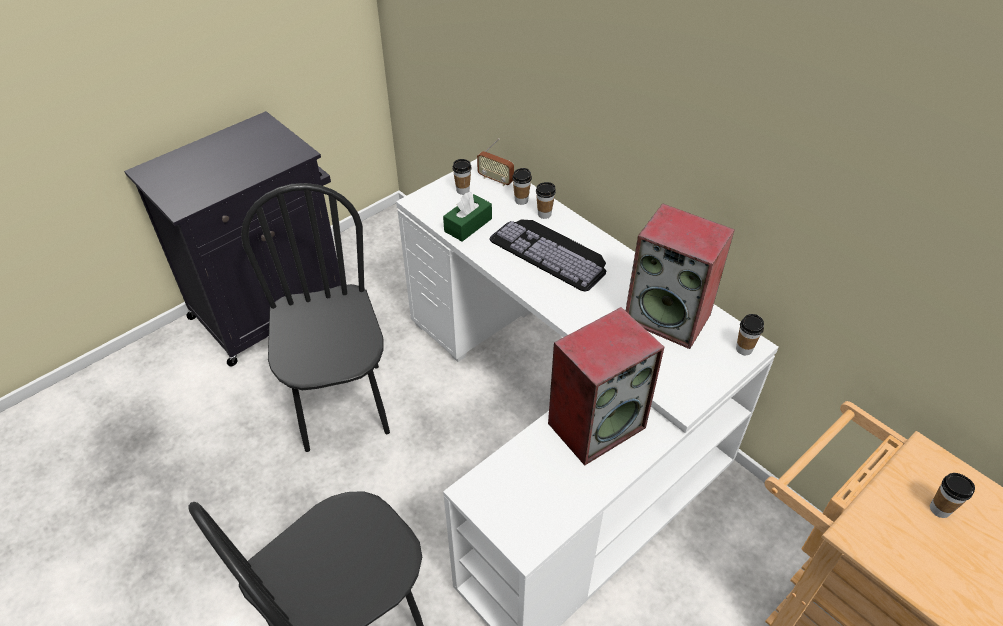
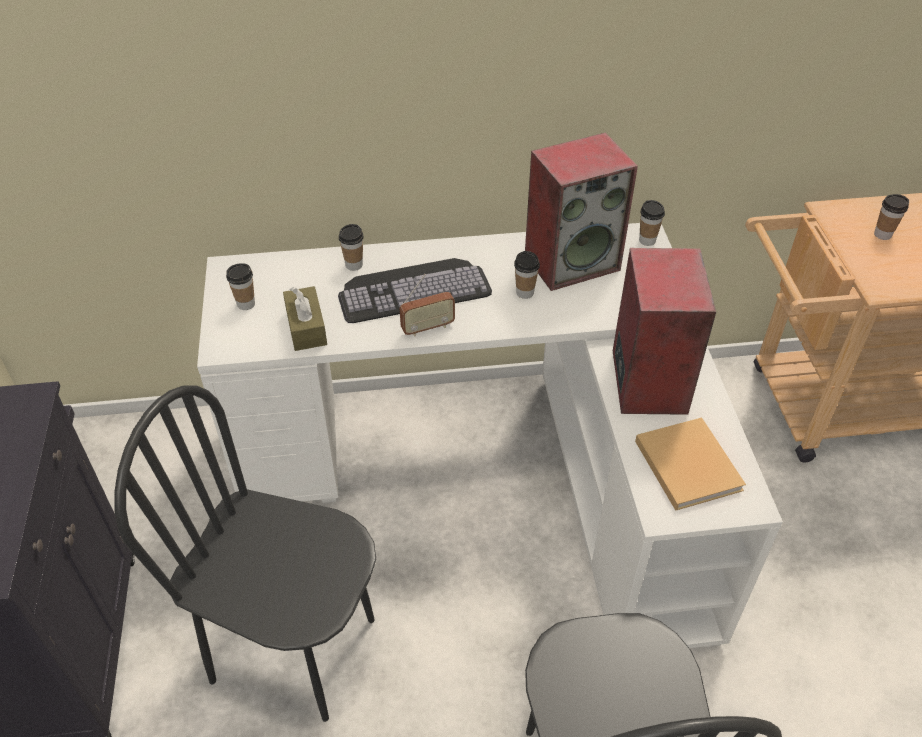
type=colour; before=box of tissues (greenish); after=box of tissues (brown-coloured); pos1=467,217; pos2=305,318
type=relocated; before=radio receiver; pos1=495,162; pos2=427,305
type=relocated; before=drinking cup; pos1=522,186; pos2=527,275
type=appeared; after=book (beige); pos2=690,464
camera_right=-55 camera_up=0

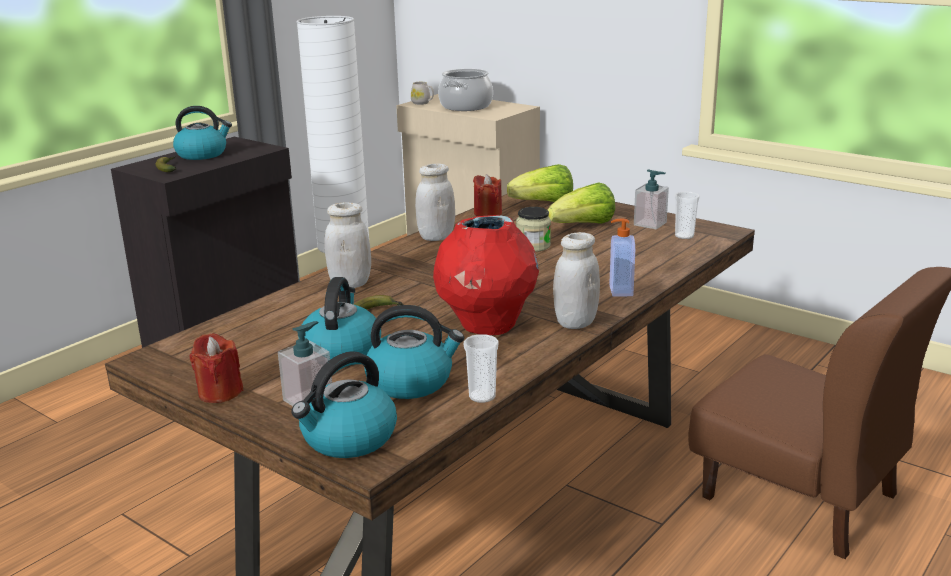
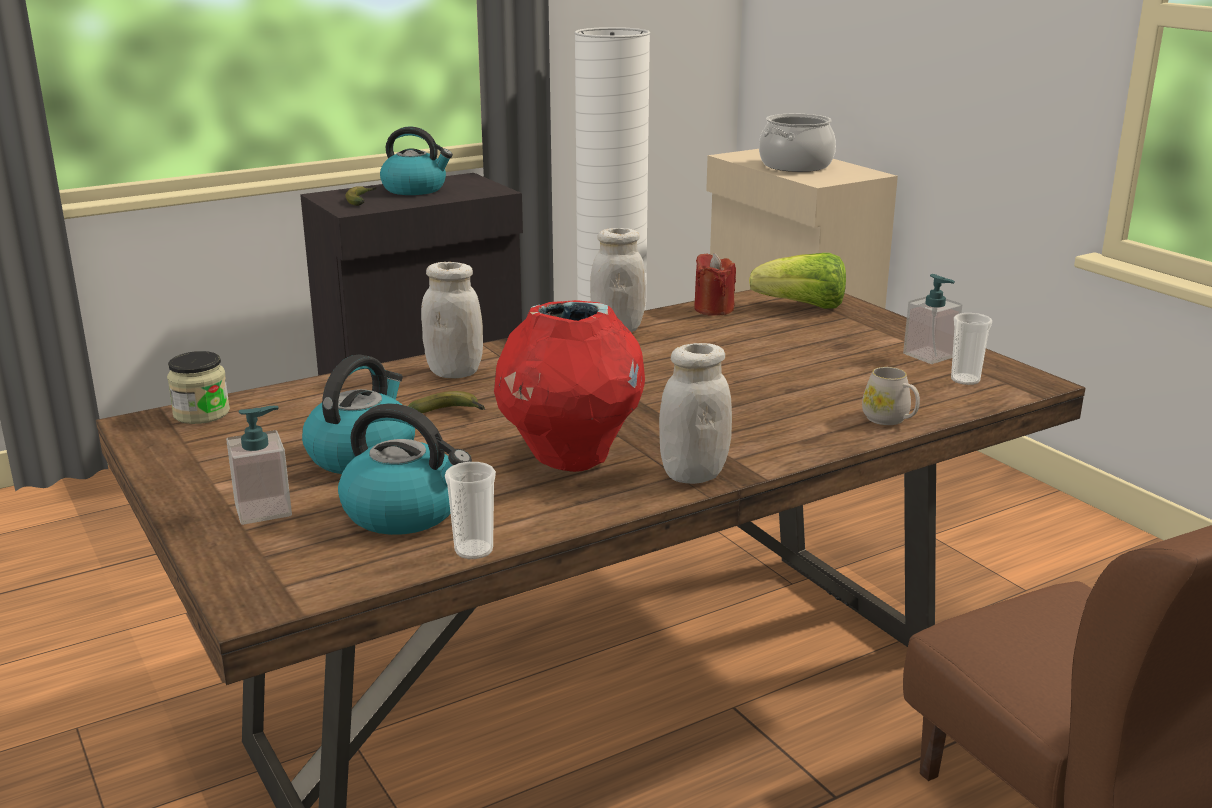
type=missing; before=candle (reddish); pos1=216,368
type=missing; before=tea kettle; pos1=344,404
type=relocated; before=mug (whitish); pos1=422,93; pos2=891,396
type=relocated; before=preserve jar; pos1=533,229; pos2=198,387
type=missing; before=head of lettuce; pos1=581,203
type=missing; before=soap dispenser; pos1=622,257
camera_right=20 camera_up=0

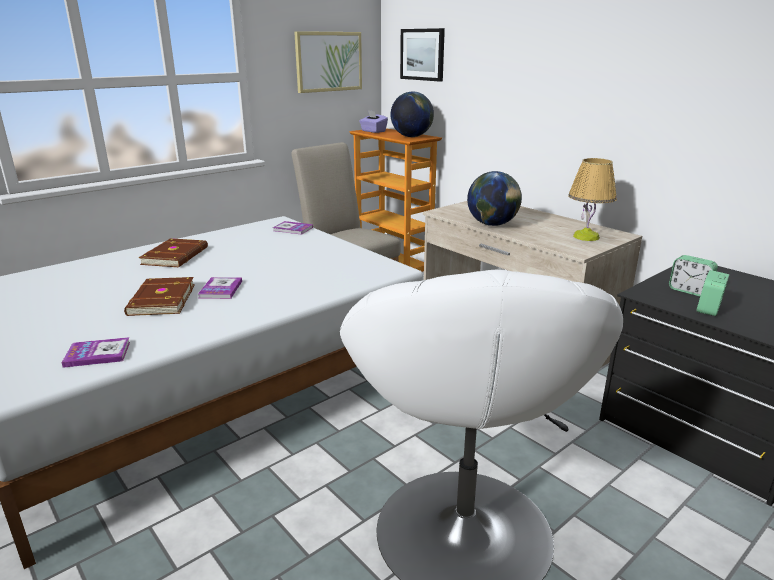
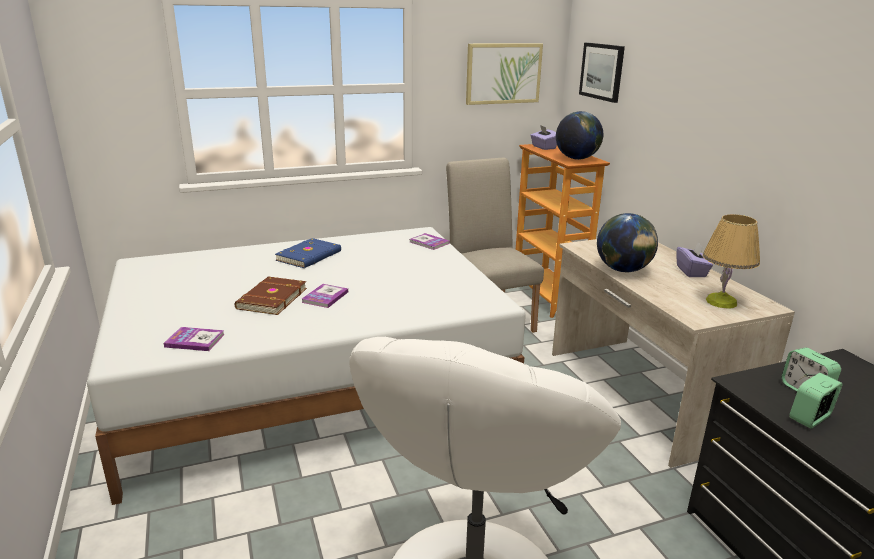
type=colour; before=book (brown-coloured); after=book (blue-coloured); pos1=173,252; pos2=308,253
type=appeared; after=box of tissues (purplish); pos2=694,259
camera_right=20 camera_up=0

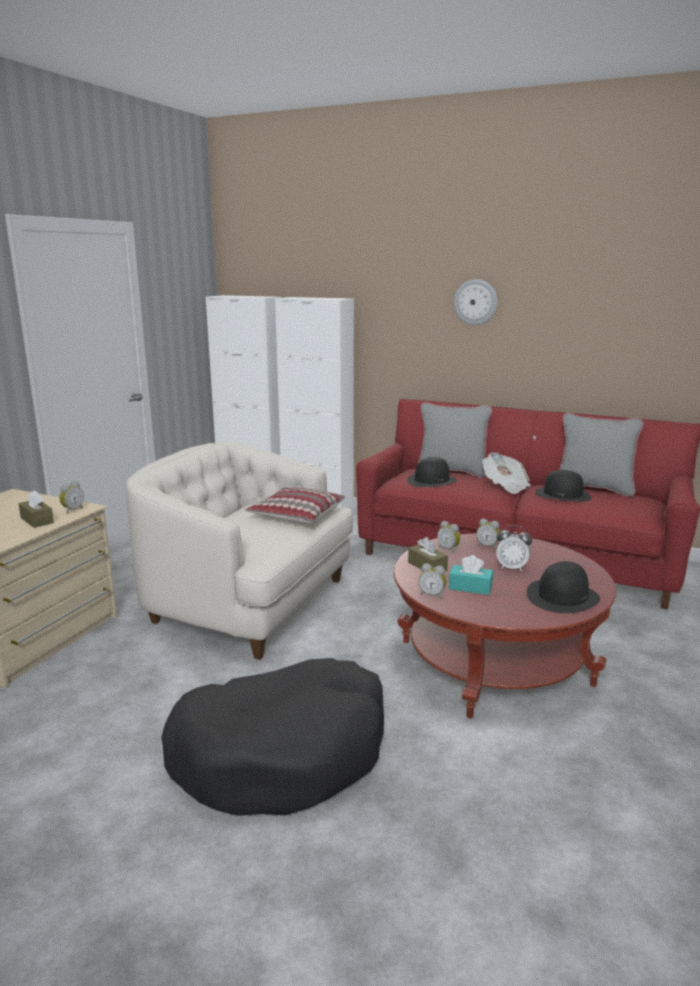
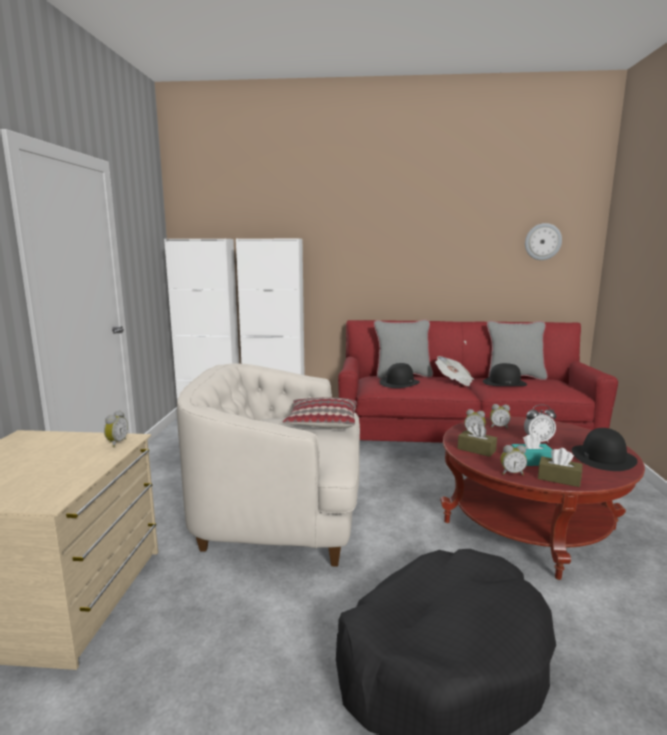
type=relocated; before=box of tissues (brown-coloured); pos1=36,509; pos2=560,467
type=relocated; before=wall clock; pos1=475,302; pos2=543,241
camera_right=-20 camera_up=-5

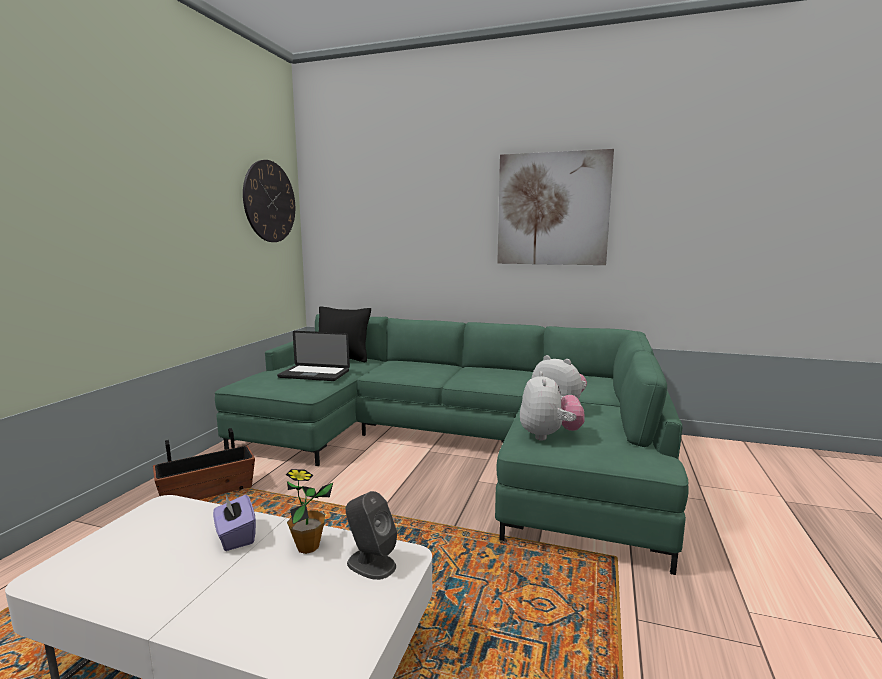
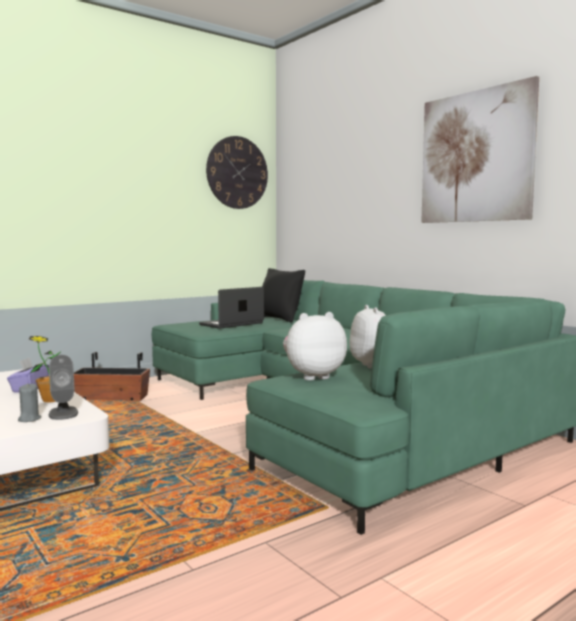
type=spun; before=laptop; pos1=313,356; pos2=231,308; turn=90
type=spun; before=cuddly toy; pos1=552,406; pos2=315,346; turn=-150
type=appeared; after=candle (gray); pos2=29,402
camera_right=35 camera_up=-5

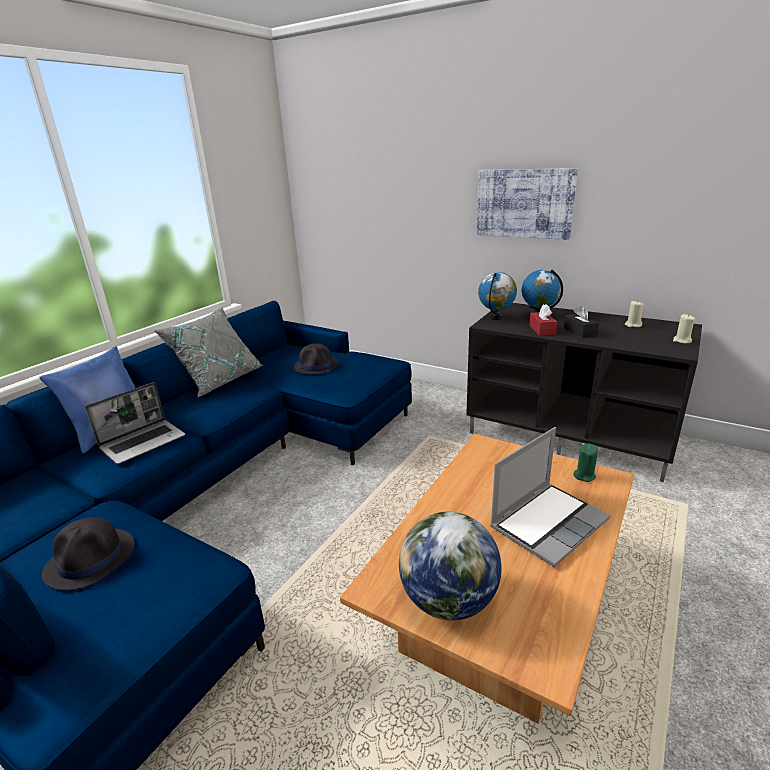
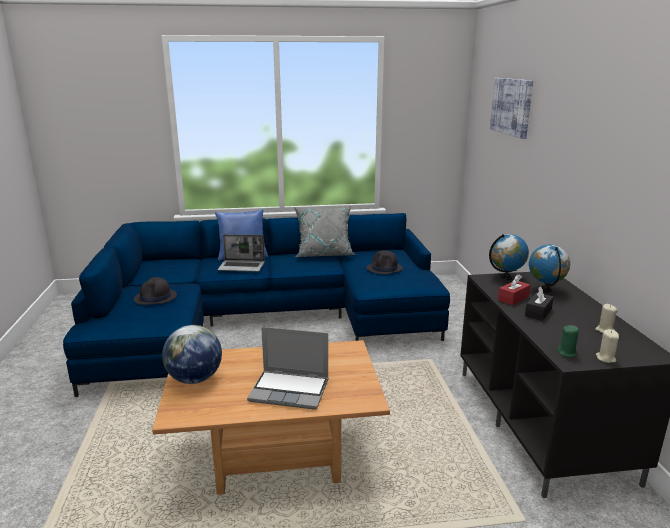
type=relocated; before=wall picture; pos1=527,204; pos2=511,108
type=relocated; before=candle (greenish); pos1=585,462; pos2=568,341
camera_right=50 camera_up=-5

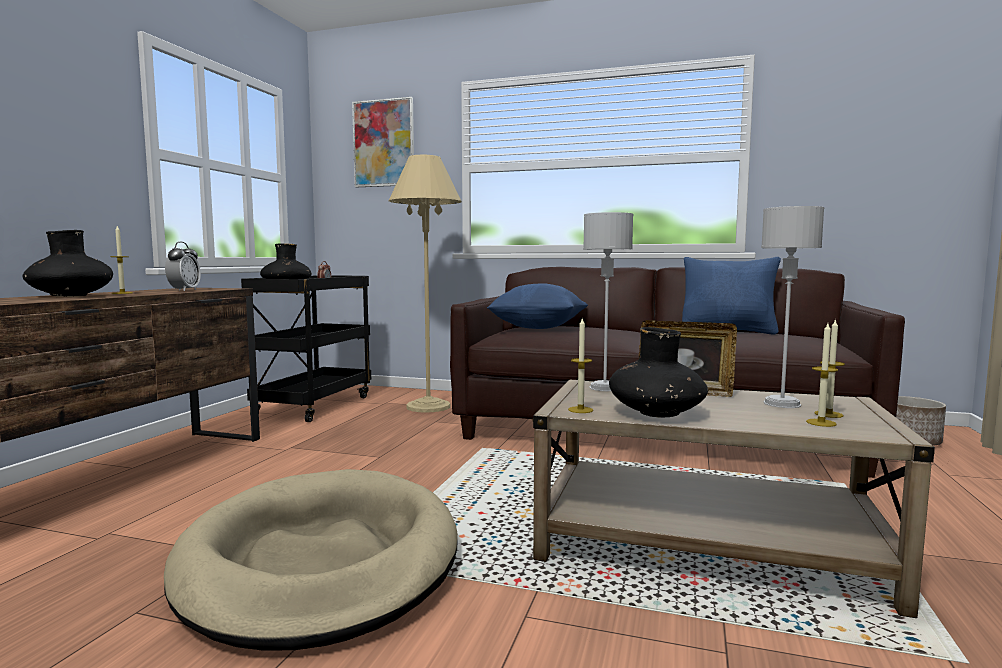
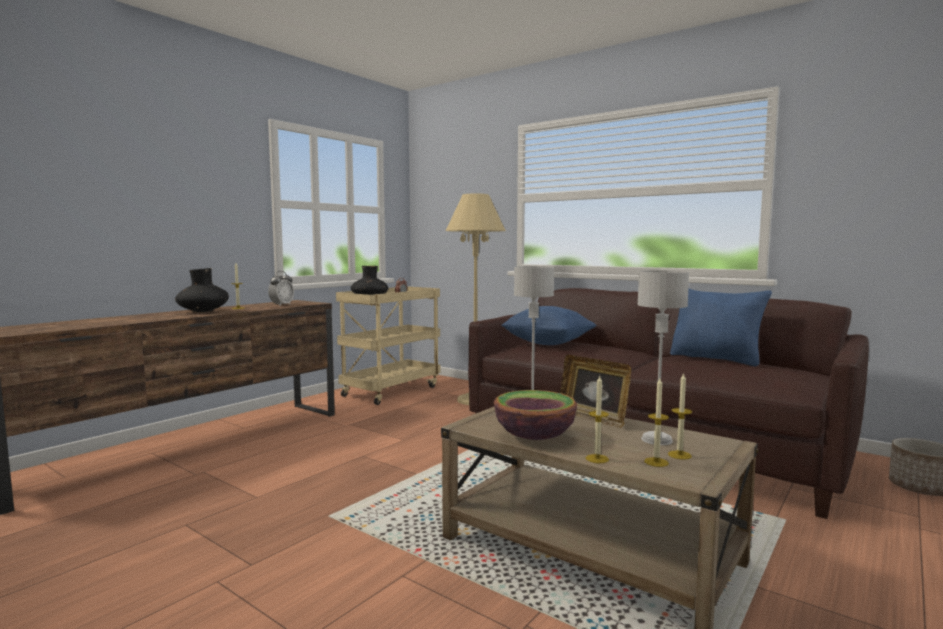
type=missing; before=dog cushion (beige); pos1=311,560
type=colour; before=trolley (blackish); after=trolley (beige); pos1=306,348; pos2=388,345
type=missing; before=wall picture; pos1=383,142
type=relocated; before=candle; pos1=580,365; pos2=597,419
type=exchanged; before=decorative vase (blackish); after=deep dish; pos1=658,372; pos2=535,415
camera_right=20 camera_up=0

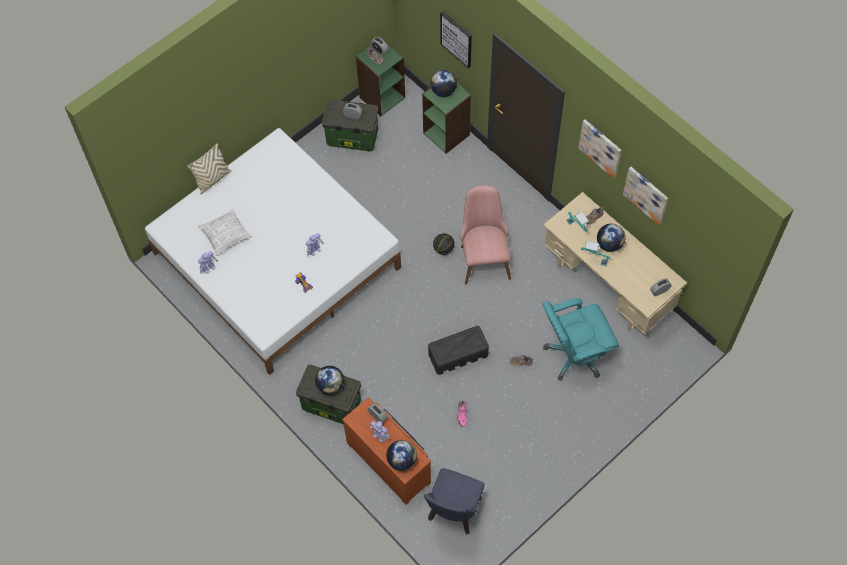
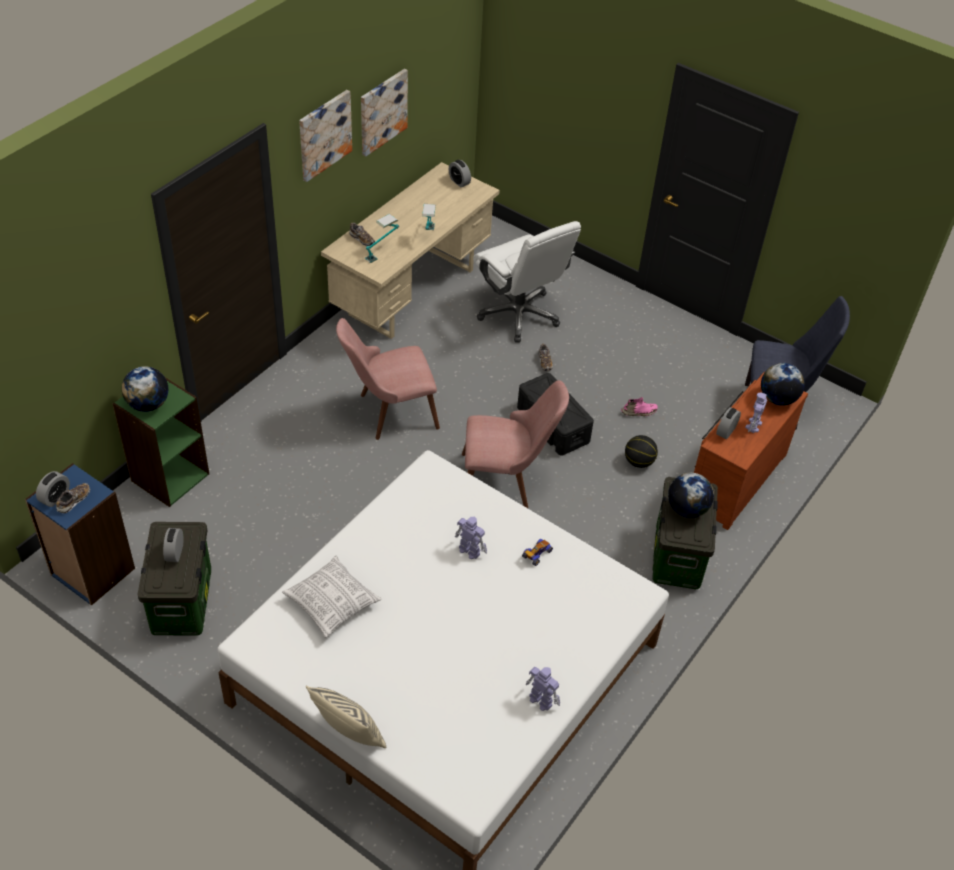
type=relocated; before=pillow; pos1=225,232; pos2=331,597
type=colour; before=bookshelf (greenish); after=bookshelf (blue-coloured); pos1=380,77; pos2=80,534
type=relocated; before=ball for basketball; pos1=444,244; pos2=641,451
type=missing; before=wall picture; pos1=456,39
type=colour; before=office chair (blue-green); after=office chair (whitish); pos1=580,339; pos2=527,282
type=missing; before=globe; pos1=611,237
type=appeared; after=chair (pink-coloured); pos2=515,444
camera_right=-105 camera_up=-15

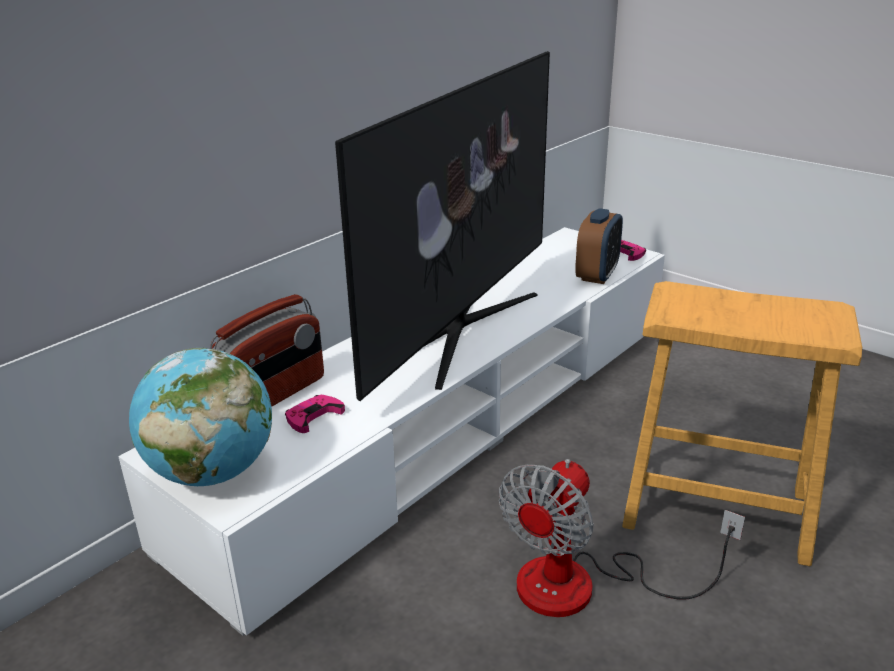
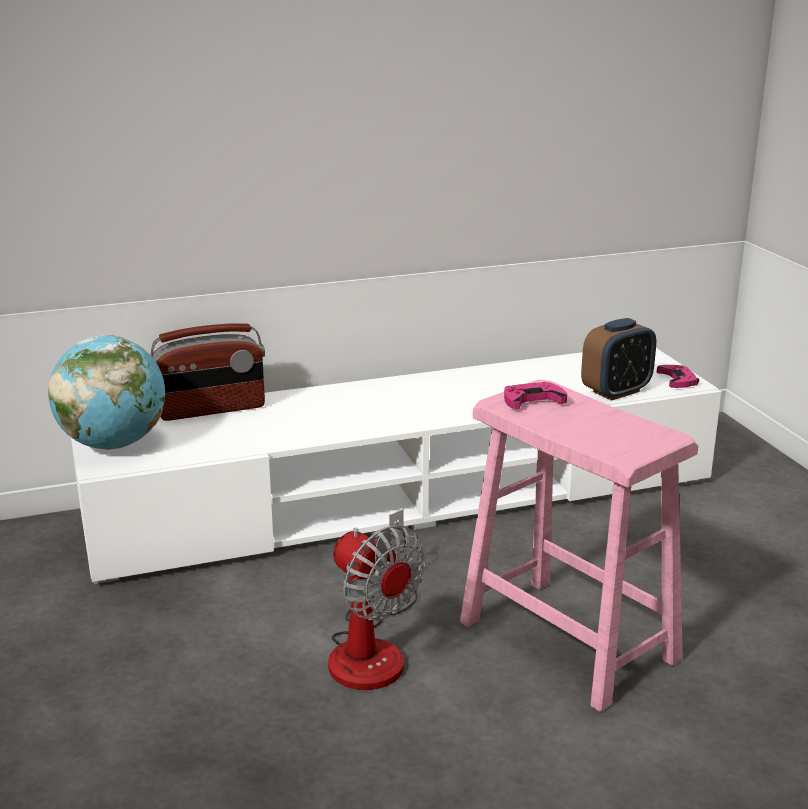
type=relocated; before=joypad (pink-coloured); pos1=315,414; pos2=535,395
type=missing; before=TV; pos1=442,226
type=spun; before=cooling fan; pos1=622,538; pos2=377,599; turn=-105
type=colour; before=stool (brown-coloured); after=stool (pink-coloured); pos1=742,423; pos2=579,546
camera_right=30 camera_up=-5

